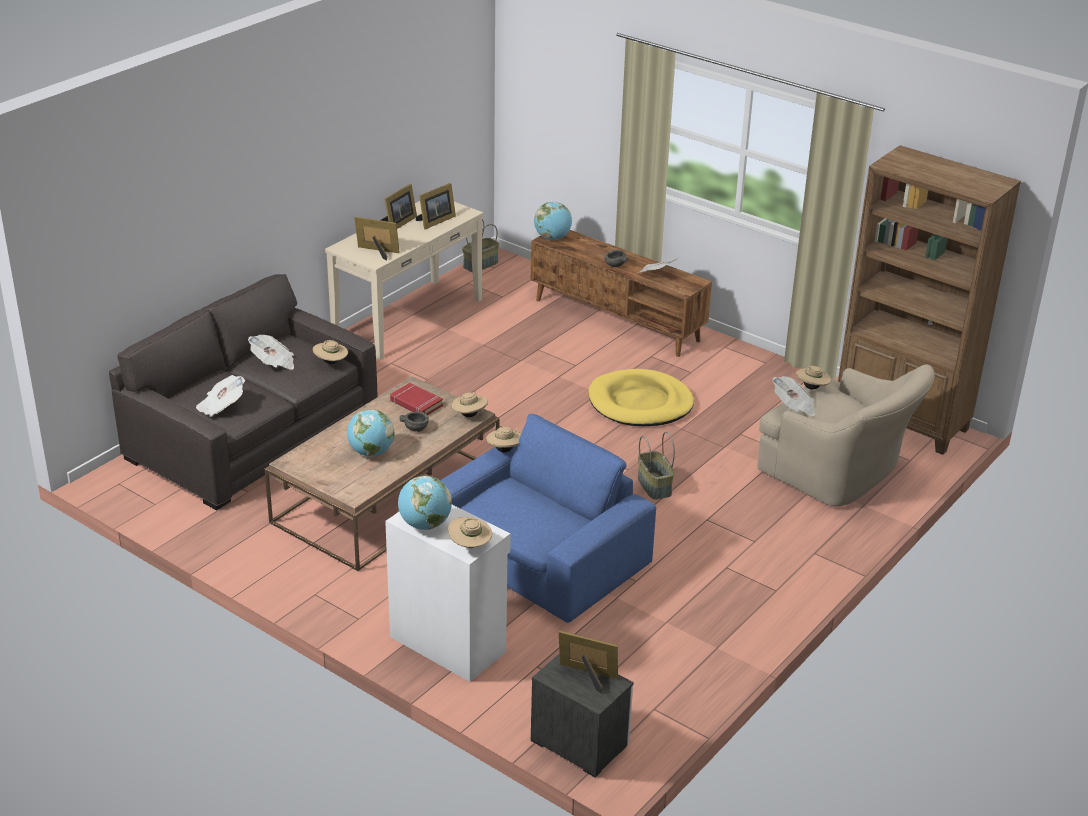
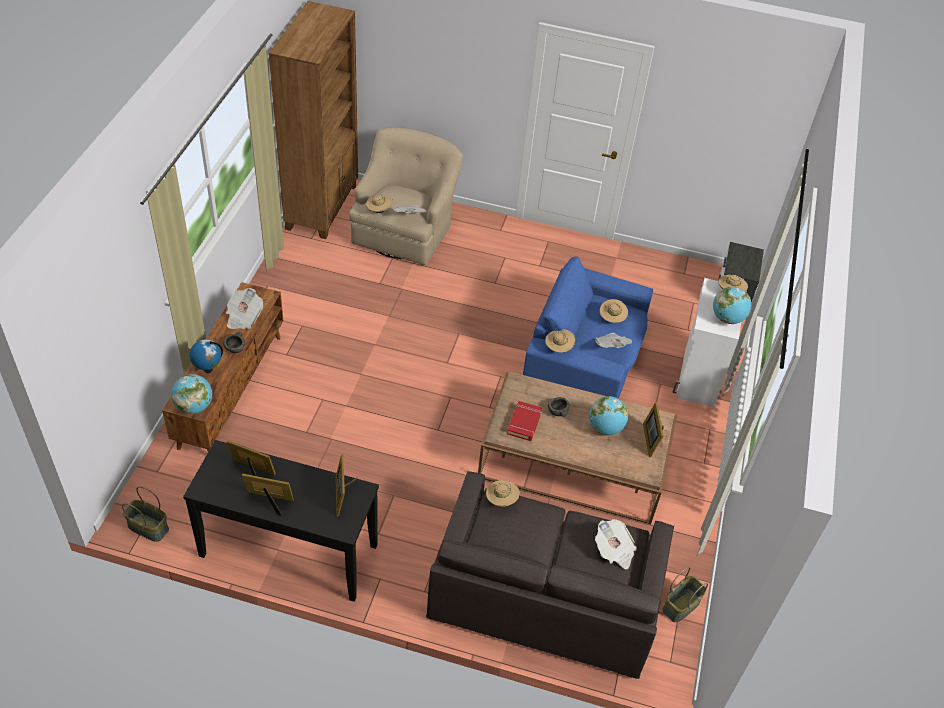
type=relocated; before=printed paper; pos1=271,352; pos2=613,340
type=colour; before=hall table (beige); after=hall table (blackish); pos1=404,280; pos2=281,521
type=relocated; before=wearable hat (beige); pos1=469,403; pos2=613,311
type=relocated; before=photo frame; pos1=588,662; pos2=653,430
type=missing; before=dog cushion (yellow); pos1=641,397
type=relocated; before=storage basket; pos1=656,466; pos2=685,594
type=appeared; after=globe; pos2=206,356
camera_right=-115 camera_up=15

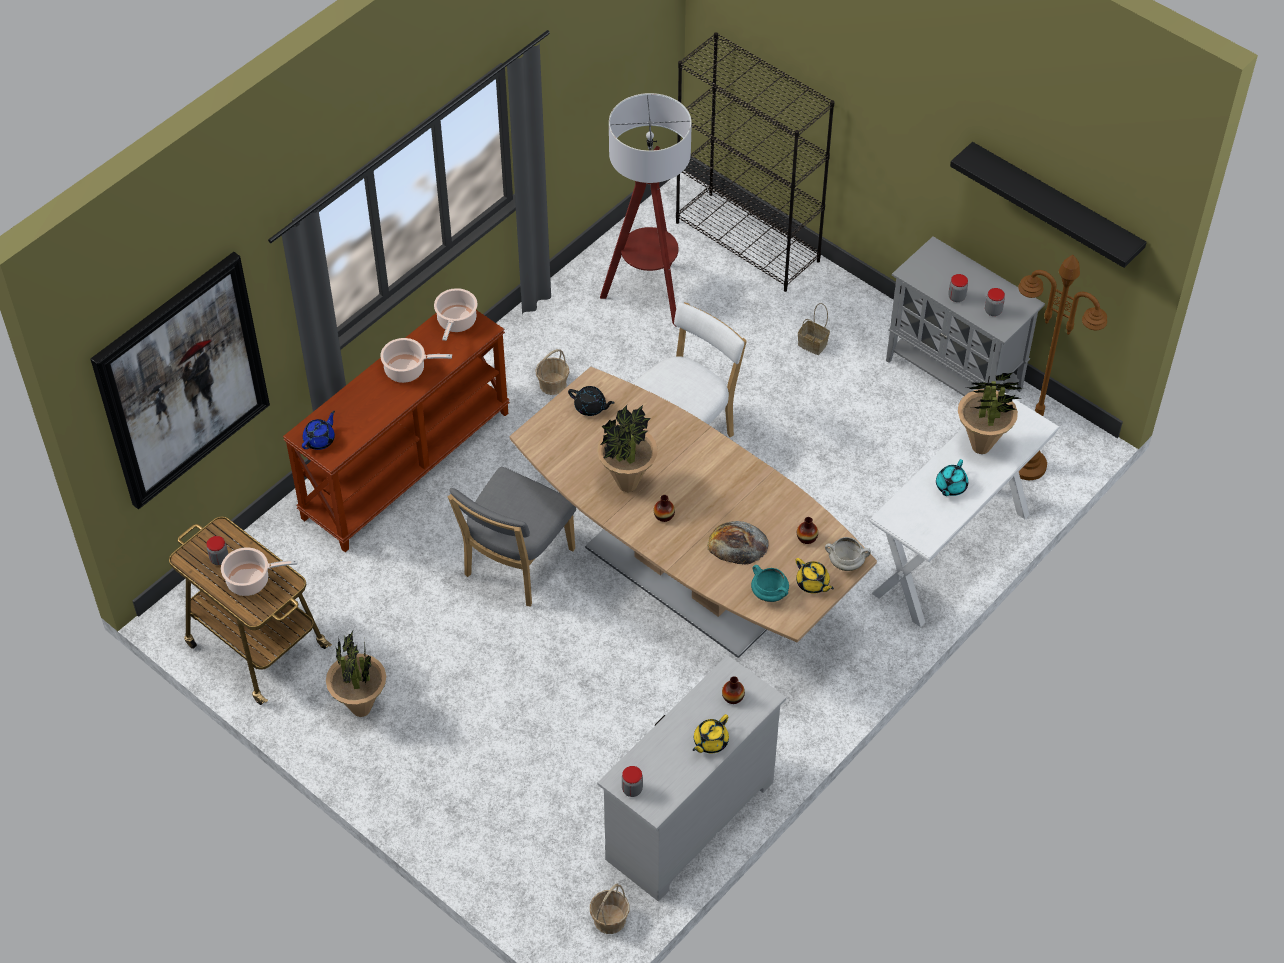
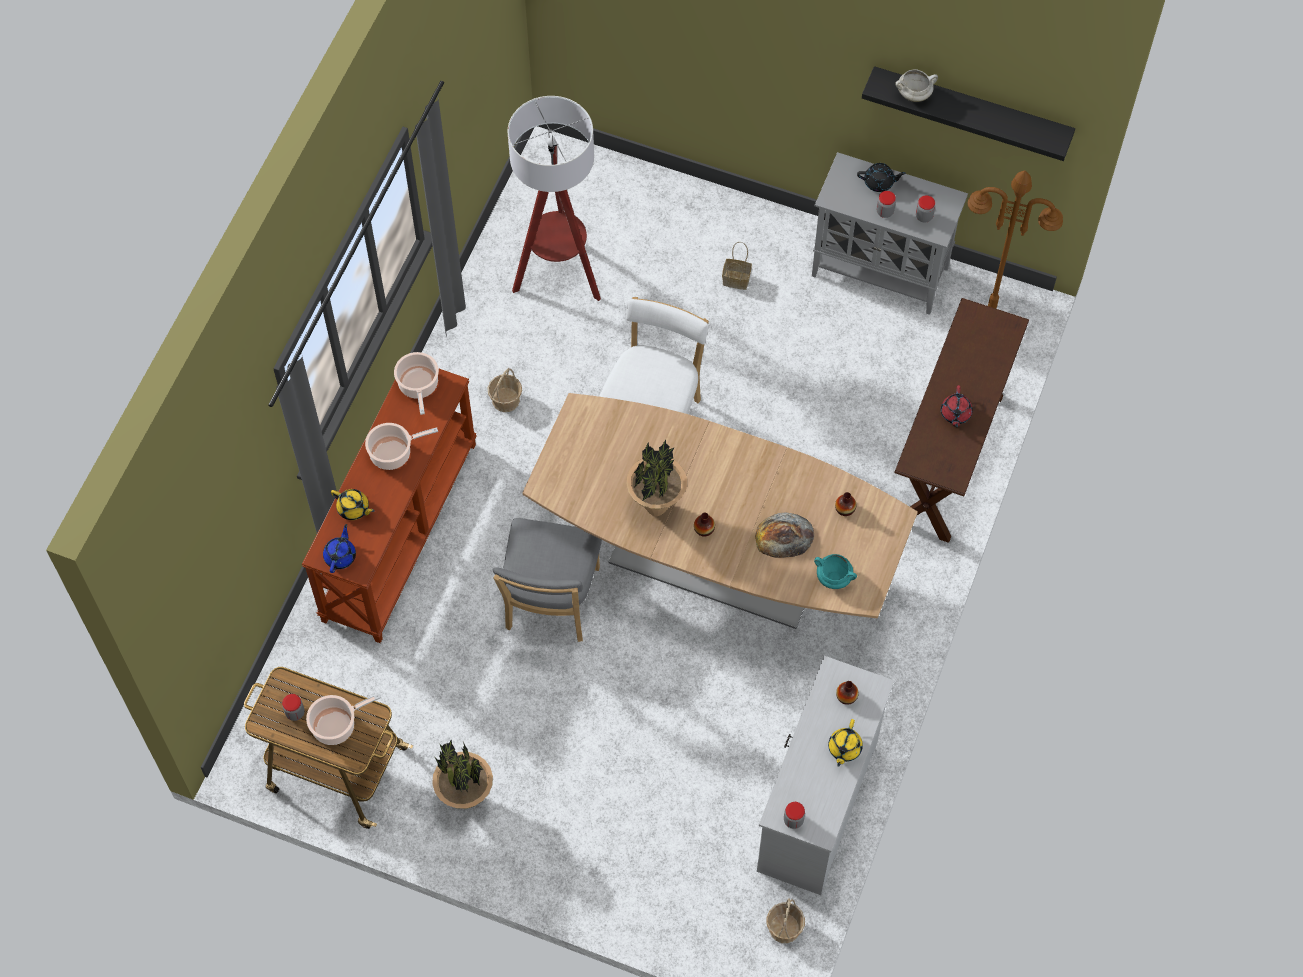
type=missing; before=wall picture; pos1=180,380
type=relocated; before=tea pot (blackish); pos1=591,401; pos2=881,177
type=missing; before=bookshelf (blackish); pos1=755,162
type=relocated; before=tea pot (yellow); pos1=815,576; pos2=353,504
type=relocated; before=saucepot (whitish); pos1=848,554; pos2=916,85
type=colour; before=hall table (whitish); after=hall table (brown-coloured); pos1=964,510; pos2=961,420
type=colour; before=tea pot (blue-green); after=tea pot (reddish); pos1=952,477; pos2=957,406
type=missing; before=plant in a pot; pos1=991,413
camera_right=-20 camera_up=10

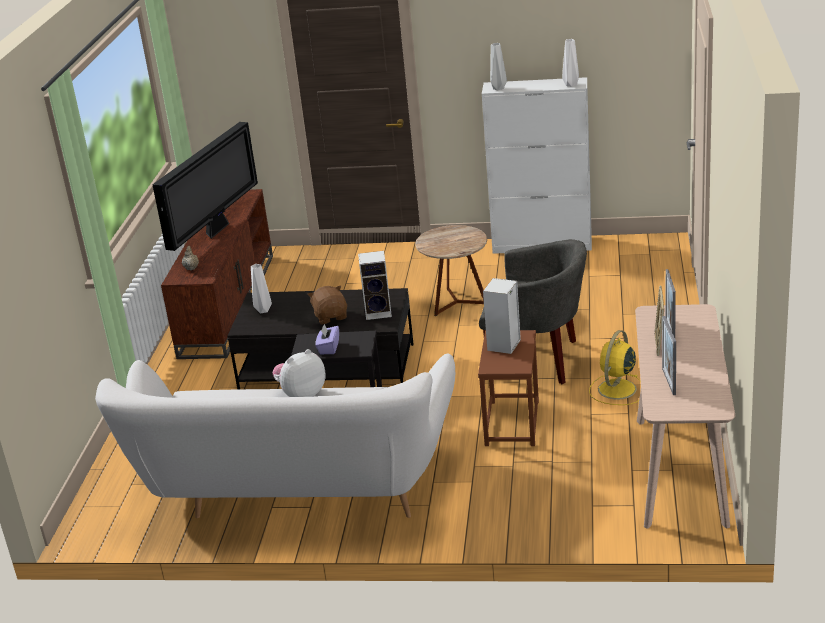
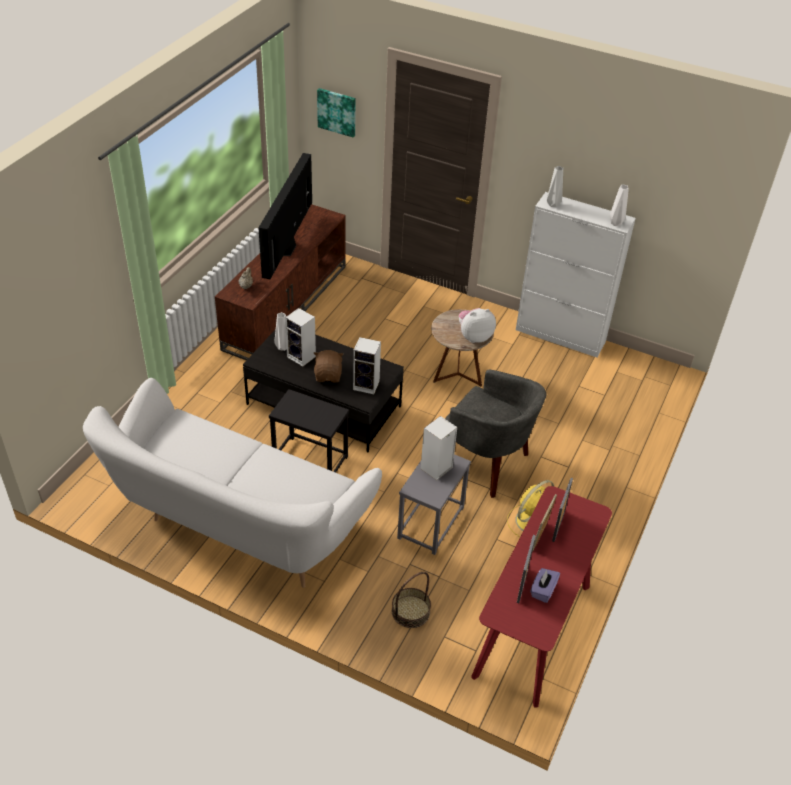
type=spun; before=TV; pos1=205,186; pos2=285,216; turn=150
type=relocated; before=cuddly toy; pos1=298,373; pos2=477,325
type=relocated; before=box of tissues (purplish); pos1=327,339; pos2=545,585
type=colour; before=end table (brown-coloured); after=end table (gray); pos1=508,388; pos2=434,504
type=colour; before=hall table (beige); after=hall table (reddish); pos1=685,416; pos2=541,597
type=appeared; after=loudspeaker; pos2=300,337
type=appeared; after=wall picture; pos2=336,112
type=appeared; after=storage basket; pos2=411,600
camera_right=15 camera_up=15

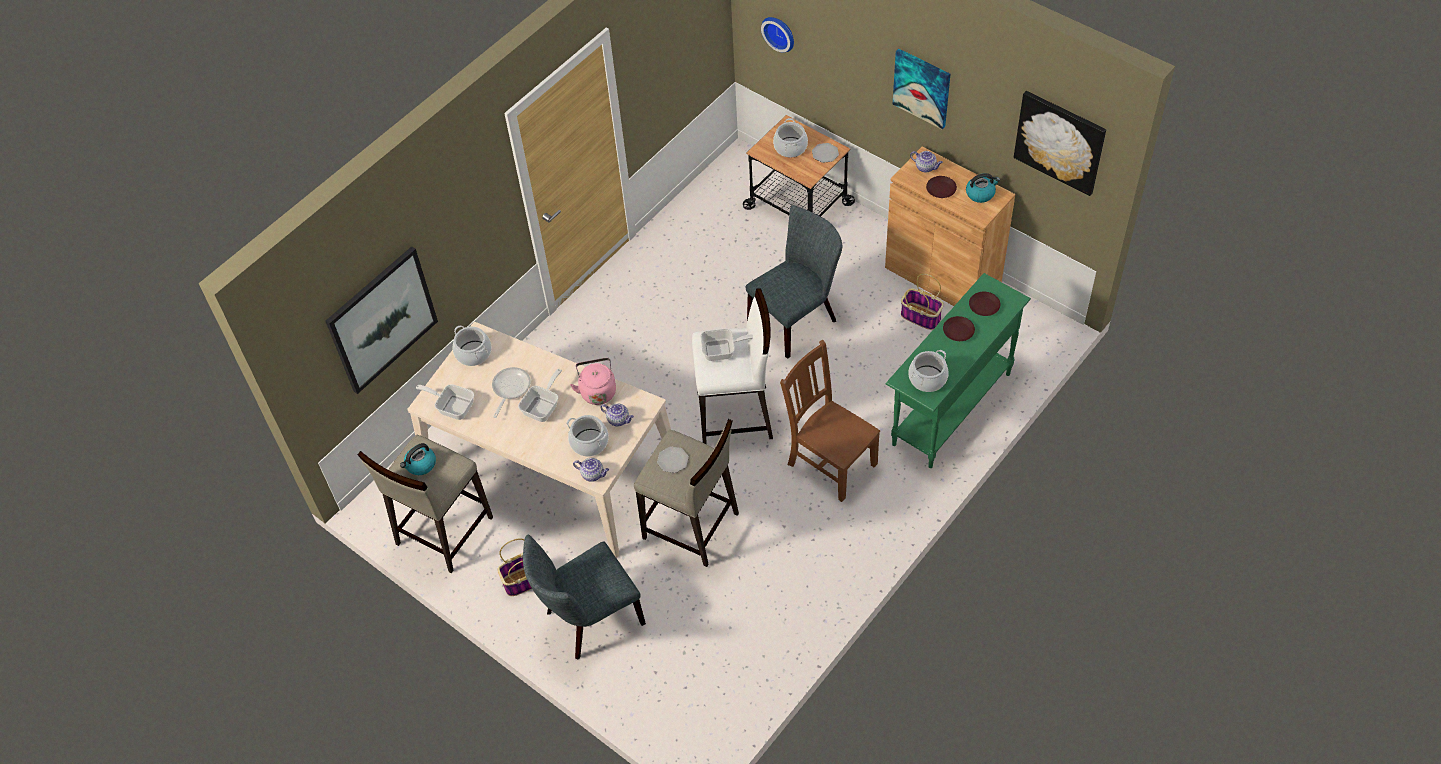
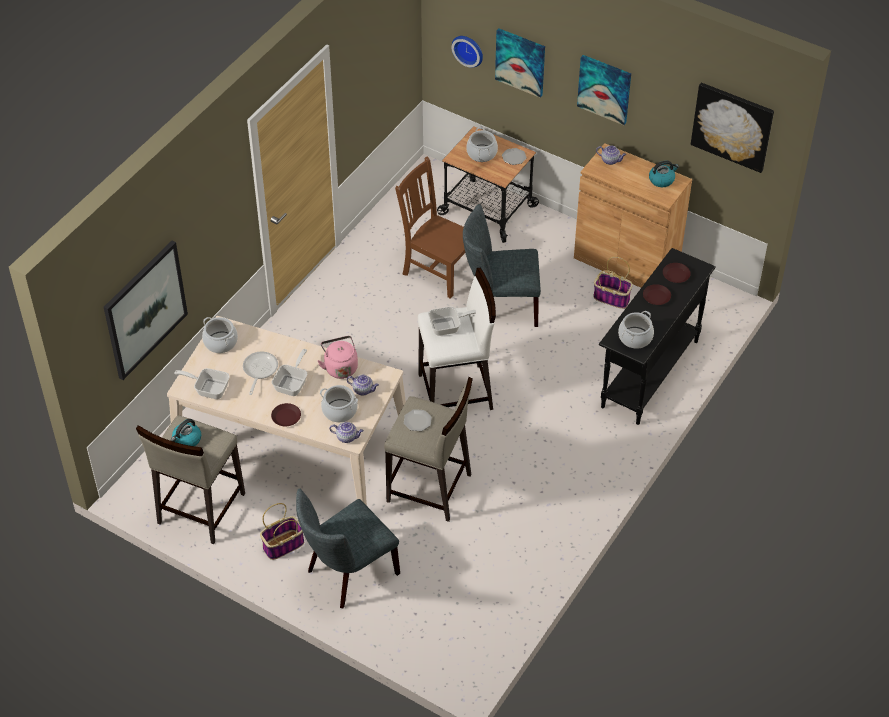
type=spun; before=chair (gray); pos1=794,282; pos2=502,265; turn=-135
type=relocated; before=chair (brown-coloured); pos1=830,421; pos2=430,228
type=colour; before=hall table (greenish); after=hall table (blackish); pos1=958,370; pos2=657,336
type=relocated; before=flat dish (brown-coloured); pos1=941,187; pos2=286,414
type=appeared; after=wall picture; pos2=520,63
camera_right=-10 camera_up=-5

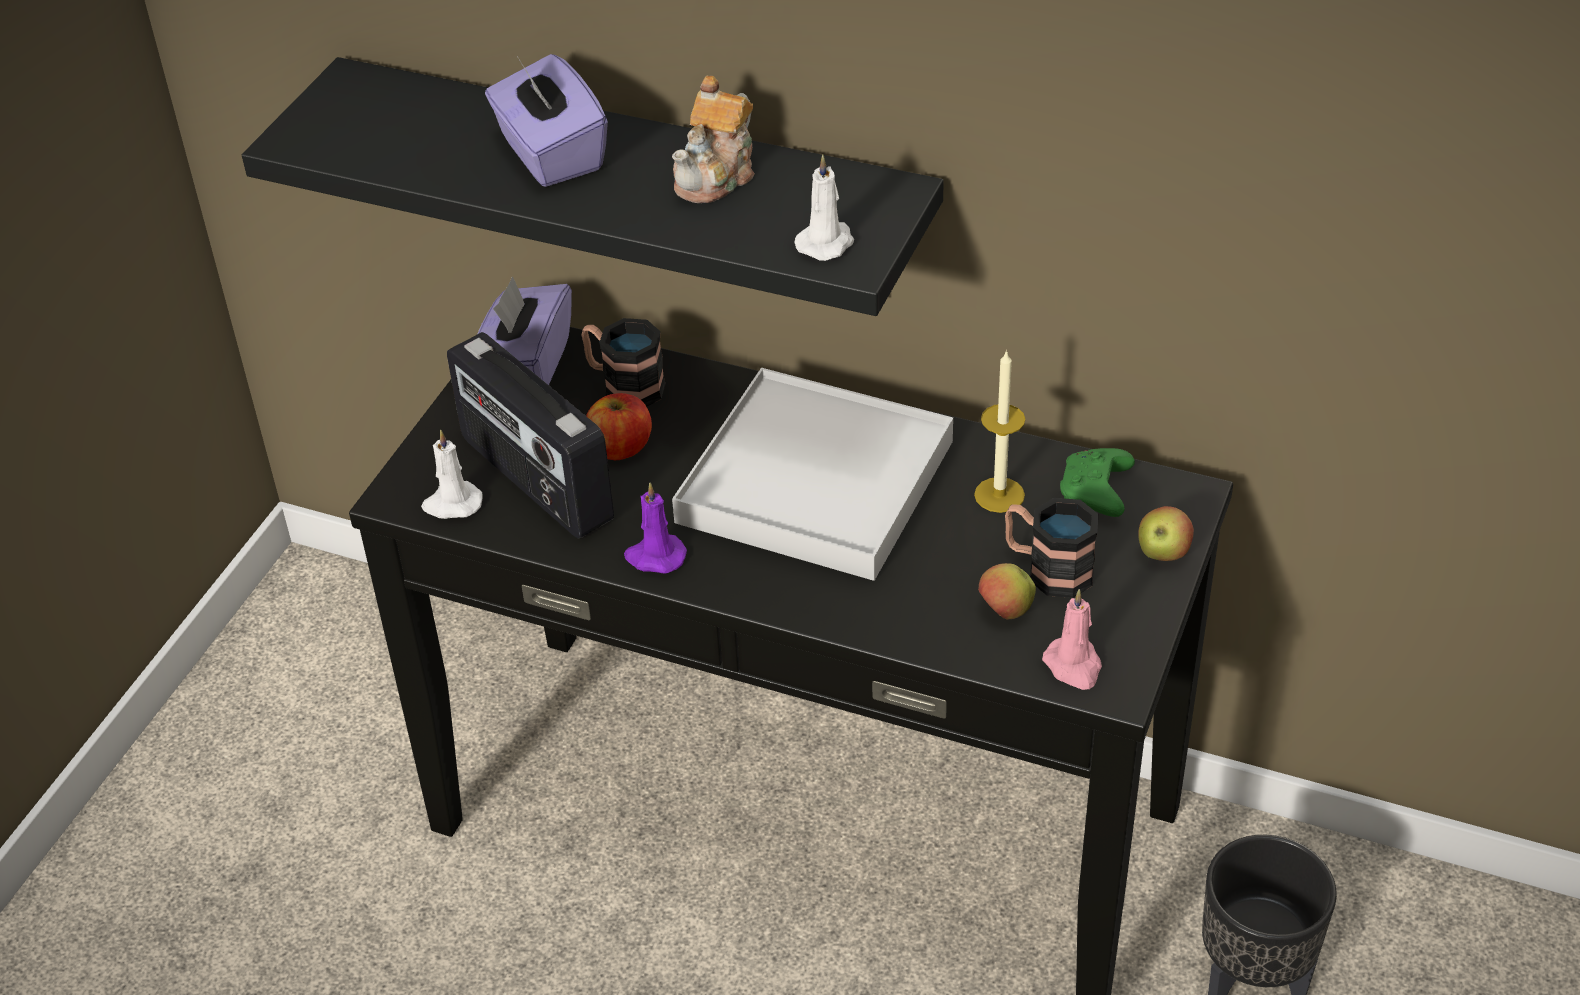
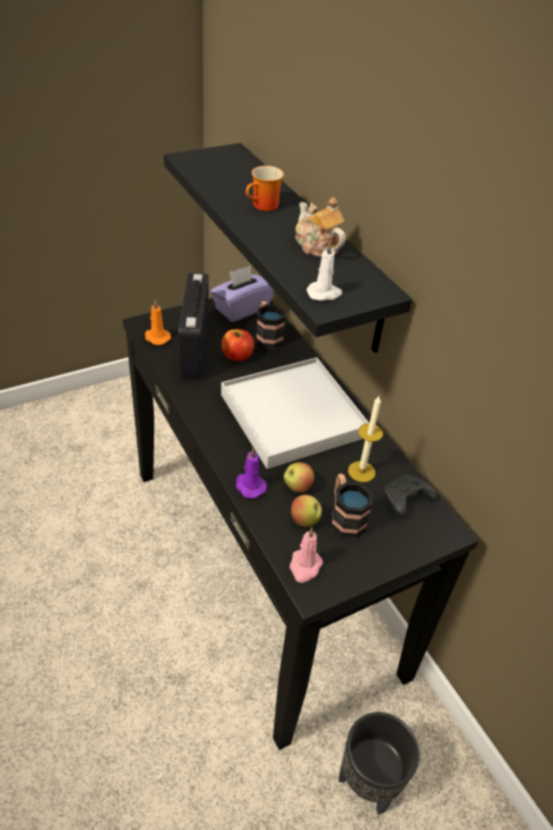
type=colour; before=candle (whitish); after=candle (orangey); pos1=451,474; pos2=158,322
type=exchanged; before=box of tissues (purplish); after=mug; pos1=546,120; pos2=265,188
type=relocated; before=candle (purplish); pos1=655,528; pos2=251,473
type=spun; before=tea pot; pos1=713,139; pos2=320,227; turn=75
type=colour; before=joypad (greenish); after=joypad (blackish); pos1=1097,482; pos2=410,496
type=relocated; before=apple fruit; pos1=1166,533; pos2=298,477
camera_right=35 camera_up=0

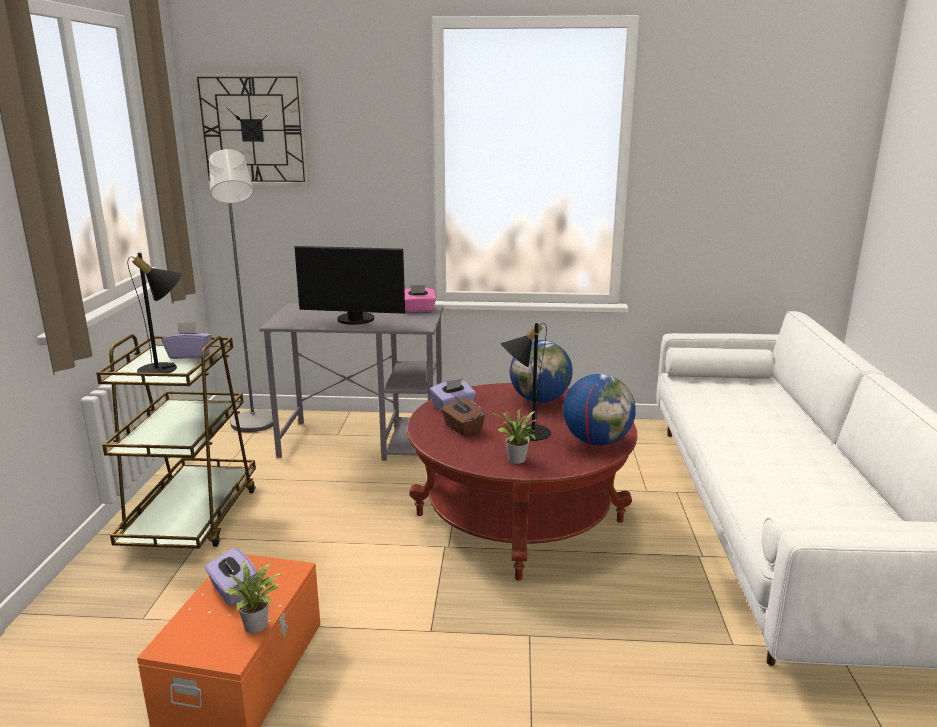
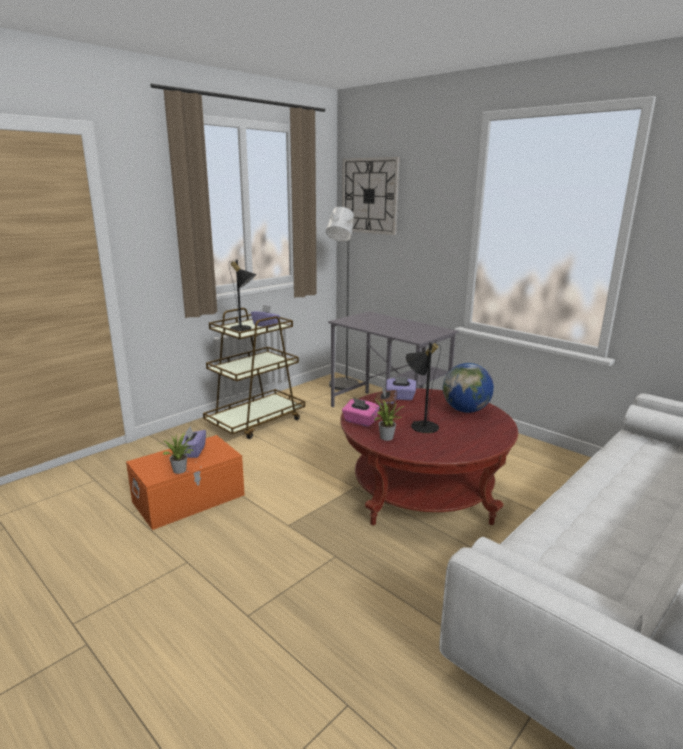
type=missing; before=computer screen; pos1=349,285
type=relocated; before=box of tissues (pink-coloured); pos1=420,298; pos2=361,412
type=missing; before=globe; pos1=599,410
camera_right=40 camera_up=0

